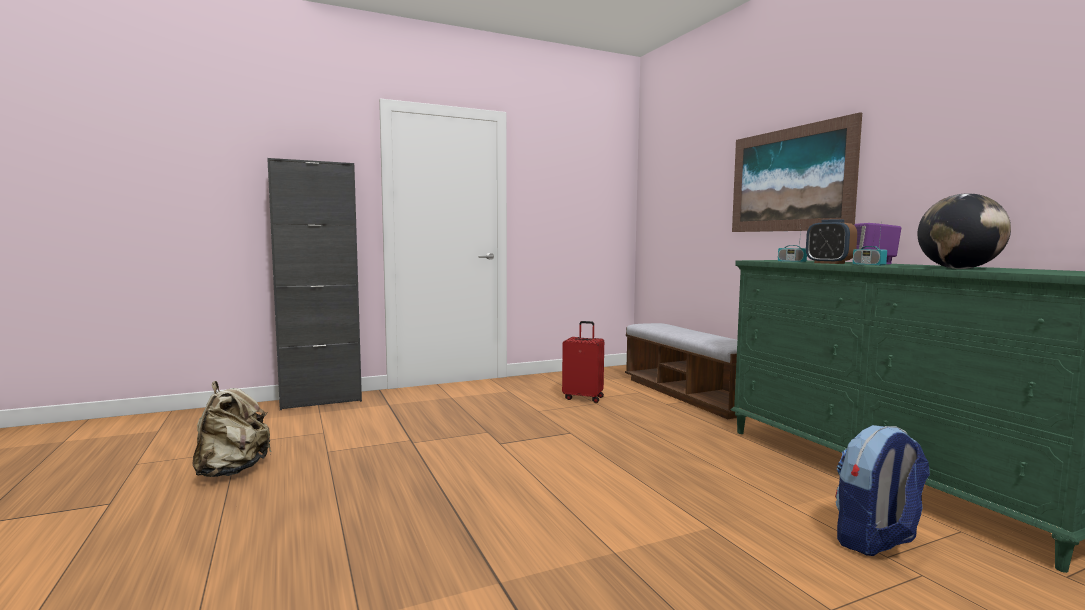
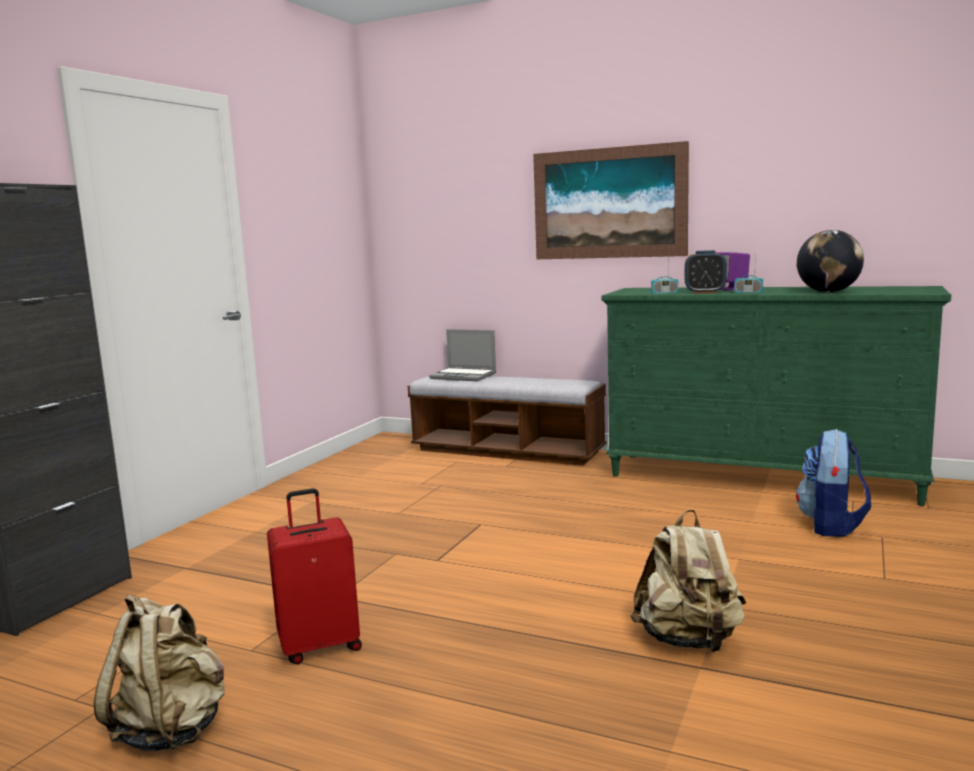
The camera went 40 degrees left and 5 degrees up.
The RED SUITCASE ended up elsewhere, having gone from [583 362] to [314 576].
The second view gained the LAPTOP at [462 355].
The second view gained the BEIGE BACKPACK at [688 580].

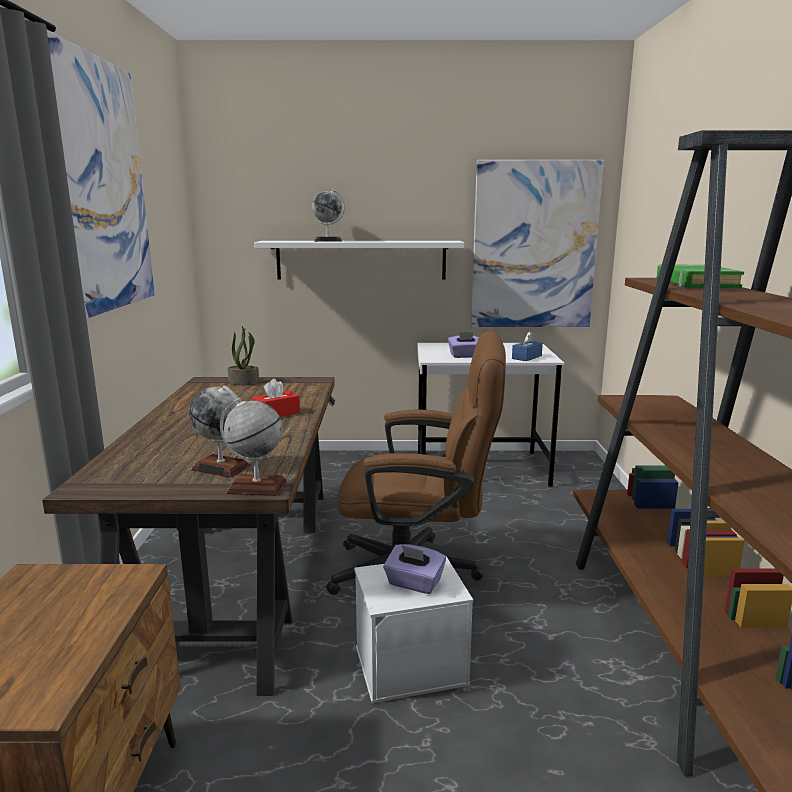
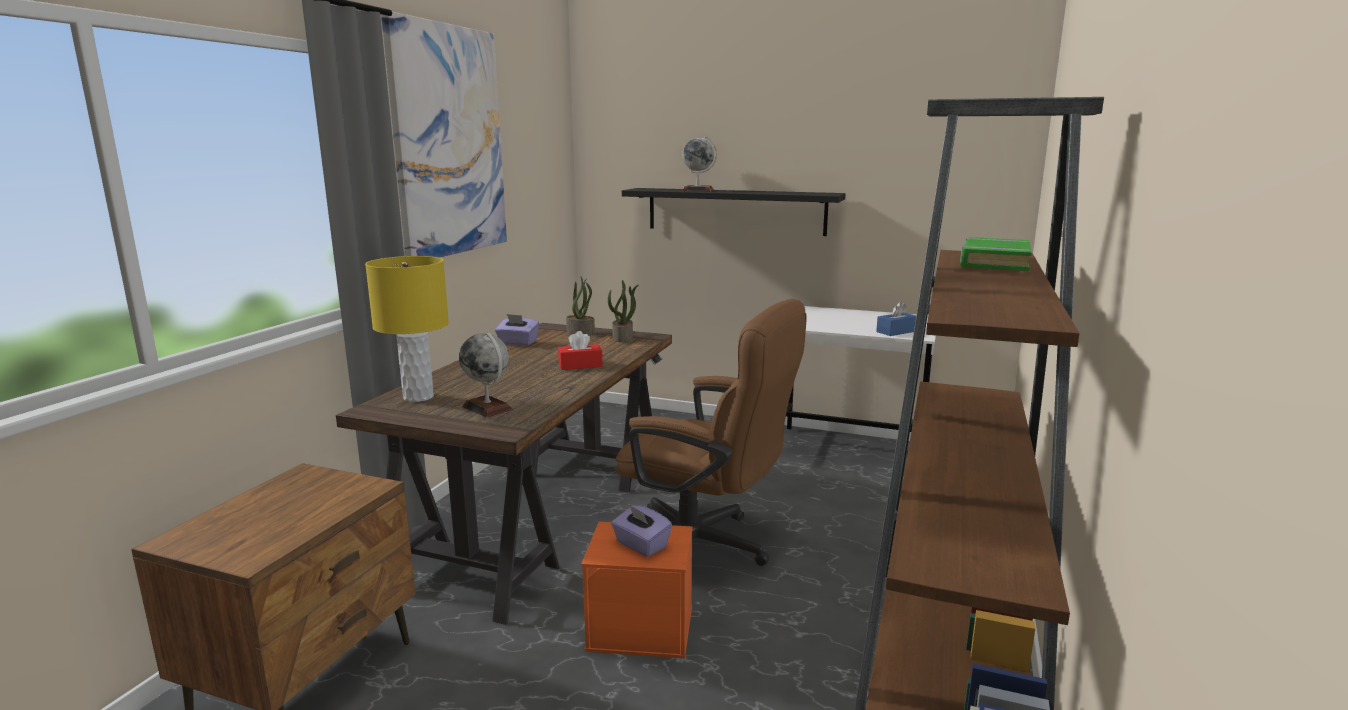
The camera went 20 degrees right and 0 degrees up.
The second view lost the PICTURE at [537 243].
What was the WHITE SHELF at [359 260] turned into the BLACK SHELF at [733 212].
The PURPLE TISSUE BOX ended up elsewhere, having gone from [463 345] to [517 330].
The second view lost the GLOBE at [253 447].
What was the WHITE STORAGE BOX at [413 629] turned into the ORANGE STORAGE BOX at [637 590].
The second view gained the YELLOW TABLE LAMP at [407 329].
The second view gained the POTTED PLANT at [623 311].

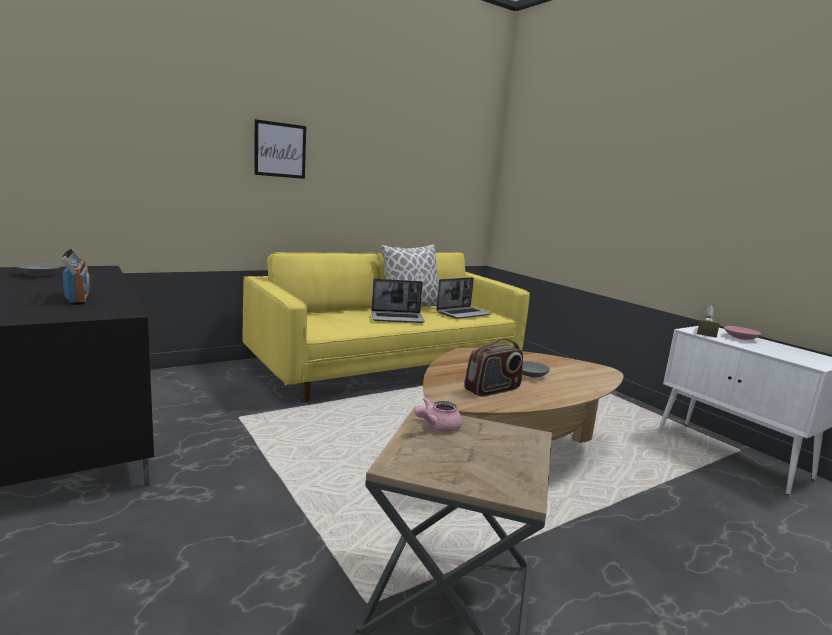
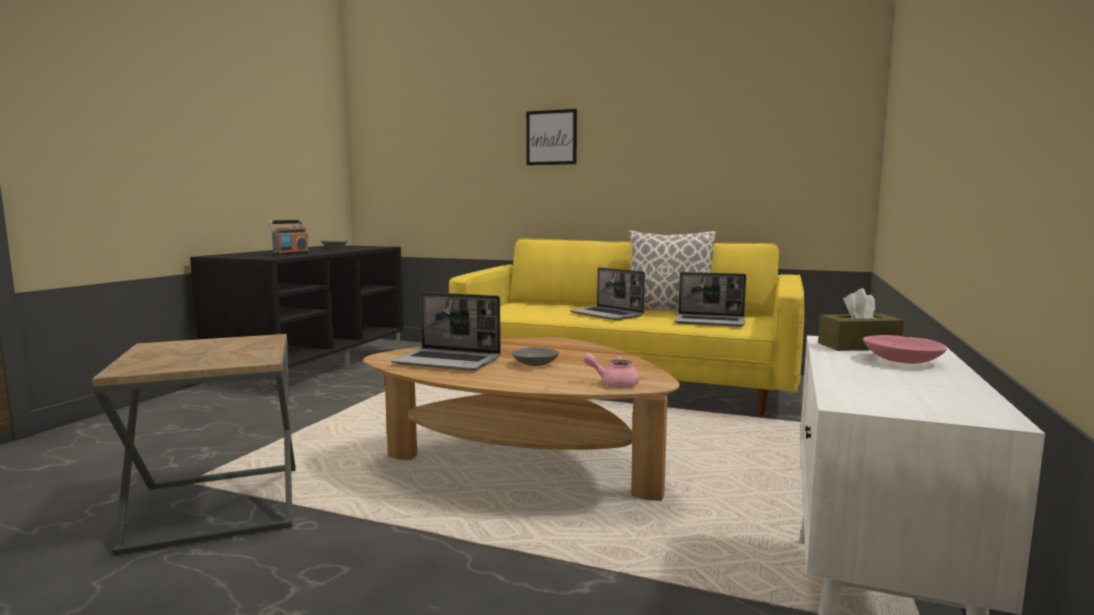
The camera went 55 degrees right and 5 degrees down.
Where the RADIO stood at [493 368], the LAPTOP came to stand at [446 331].
The PINK TEAPOT ended up elsewhere, having gone from [438 414] to [611 370].

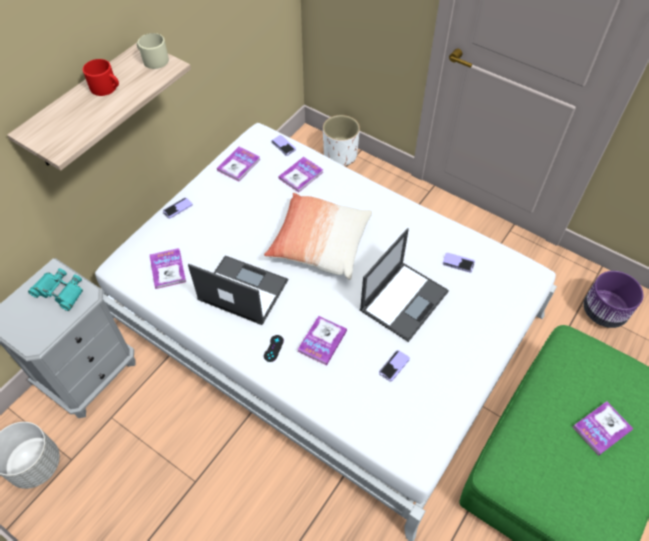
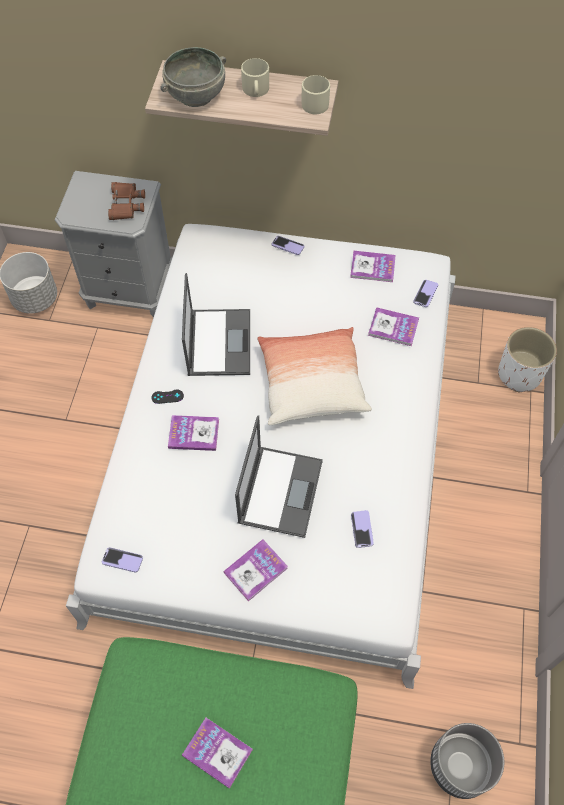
The camera went 65 degrees right and 5 degrees up.
What was the RED MUG at [101 77] turned into the BEIGE MUG at [255 77].
The LAPTOP at [404 285] ended up facing another way, 90 degrees counterclockwise from before.
The BOOK ended up elsewhere, having gone from [168 268] to [256 570].
What was the TURQUOISE BINOCULARS at [55 289] turned into the BROWN BINOCULARS at [126 201].
What was the PURPLE PLANTER at [613 299] turned into the GREY PLANTER at [467 761].
The PHONE ended up elsewhere, having gone from [394 365] to [122 559].
The second view gained the GREY BOWL at [193 77].

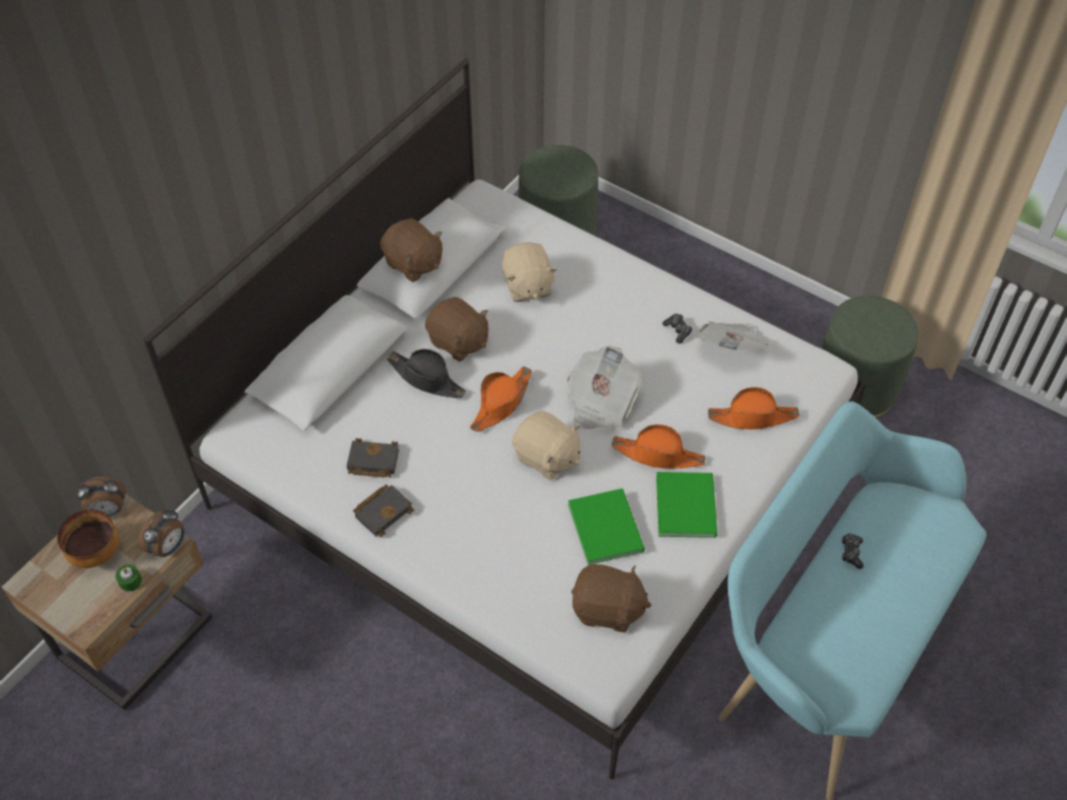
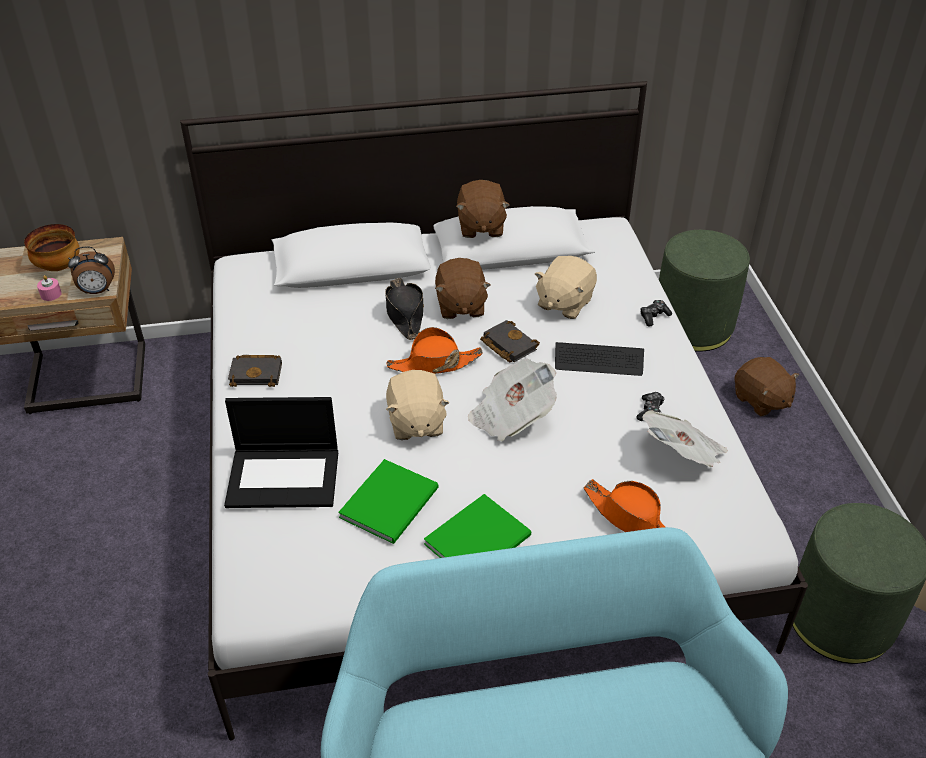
The camera went 45 degrees right and 10 degrees down.
The second view lost the ORANGE HAT at [659 446].
The BLACK BOOK ended up elsewhere, having gone from [373 457] to [510 341].
The second view lost the ALARM CLOCK at [101 496].
The GAME CONTROLLER ended up elsewhere, having gone from [853 551] to [656 313].
The BROWN PLUSH TOY ended up elsewhere, having gone from [611 598] to [766 386].
What was the GREEN CANDLE at [129 578] turned into the PINK CANDLE at [49 288].
The second view gained the KEYBOARD at [599 359].
The second view gained the LAPTOP at [281 452].

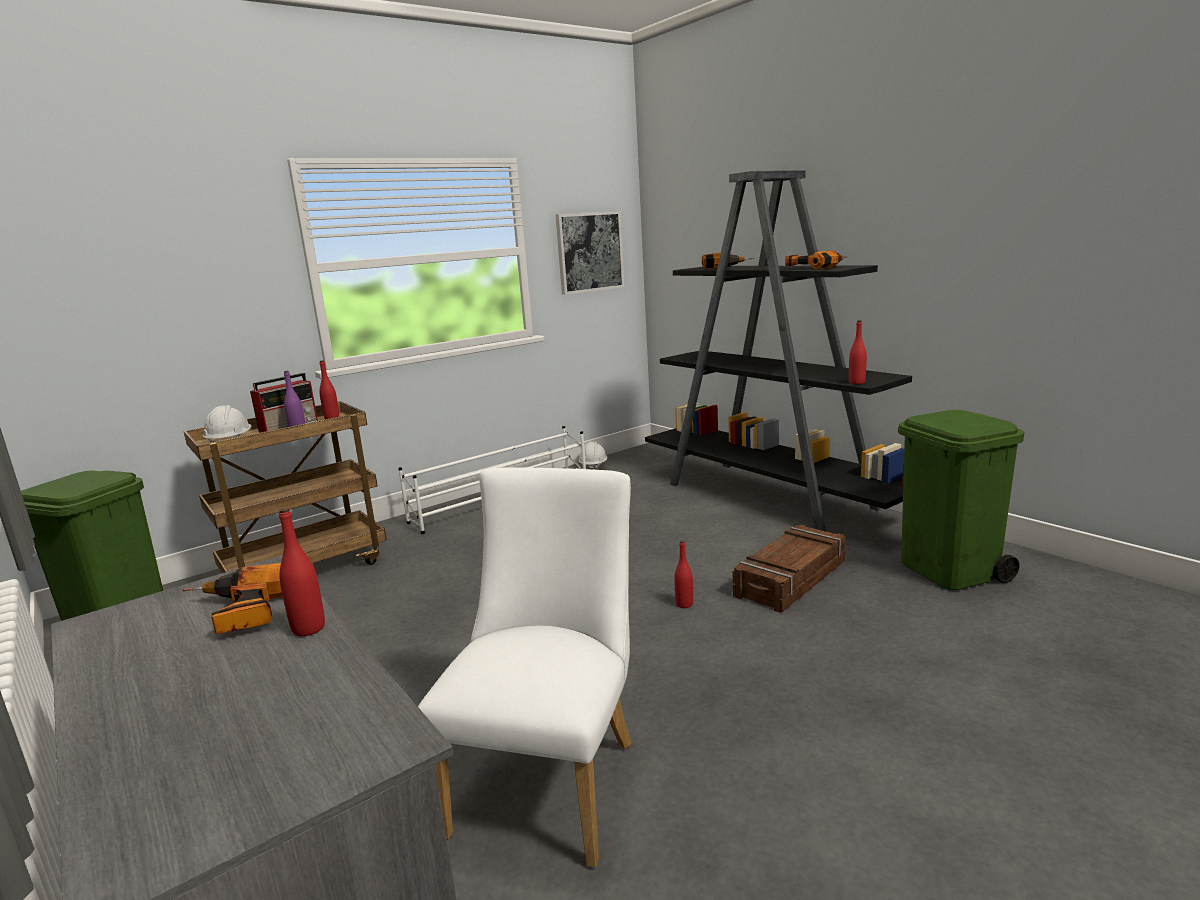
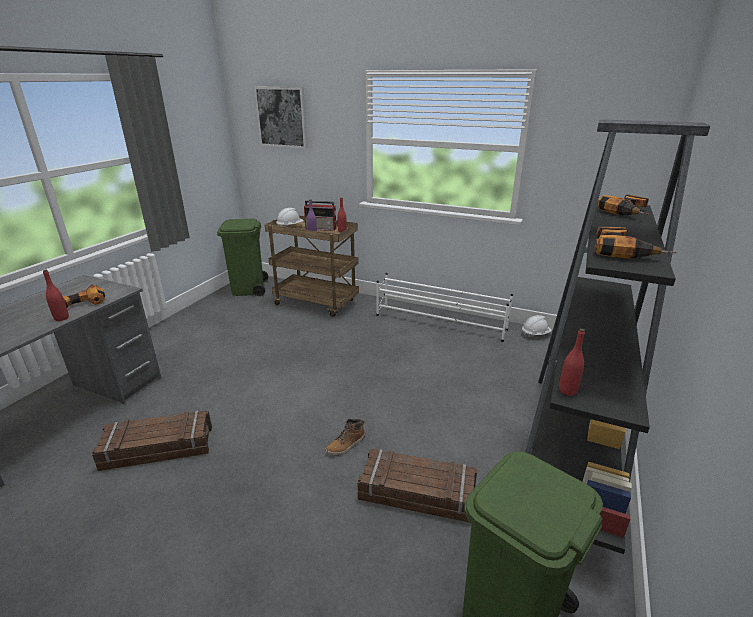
The camera went 60 degrees right and 10 degrees up.
The PICTURE ended up elsewhere, having gone from [590 253] to [281 117].
Where the WHITE CHAIR stood at [524 668], the CRATE came to stand at [152 440].
Where the RED BOTTLE stood at [683 574], the BOOT came to stand at [345 437].

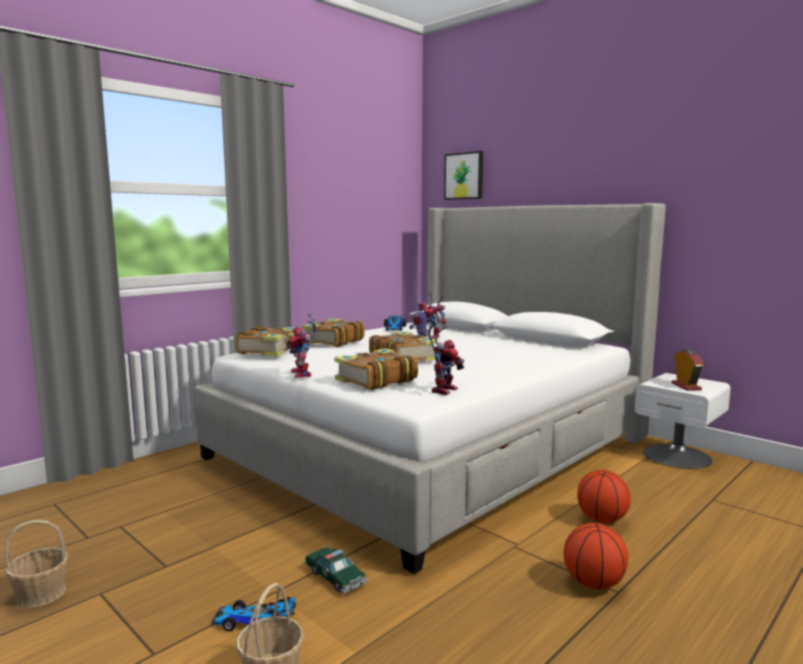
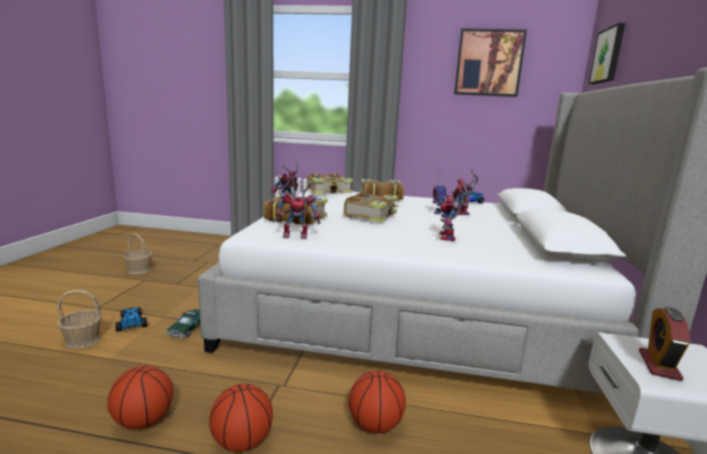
The camera went 55 degrees right and 5 degrees up.
The ALARM CLOCK at [687 370] ended up facing another way, 150 degrees clockwise from before.
The second view gained the PICTURE at [490 62].
The second view gained the TOY ROBOT at [453 212].
The second view gained the BASKETBALL at [140 397].

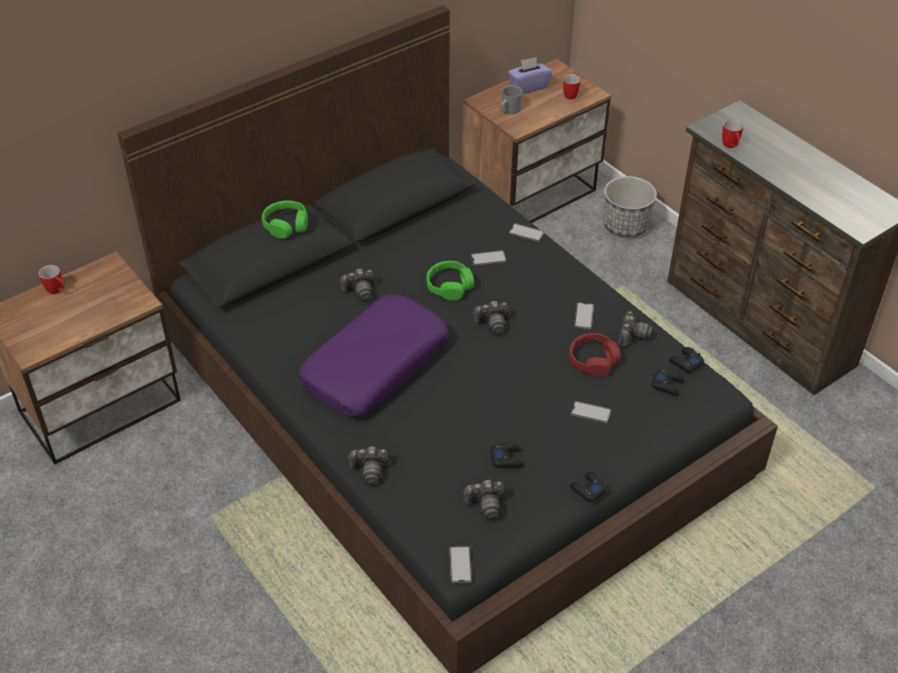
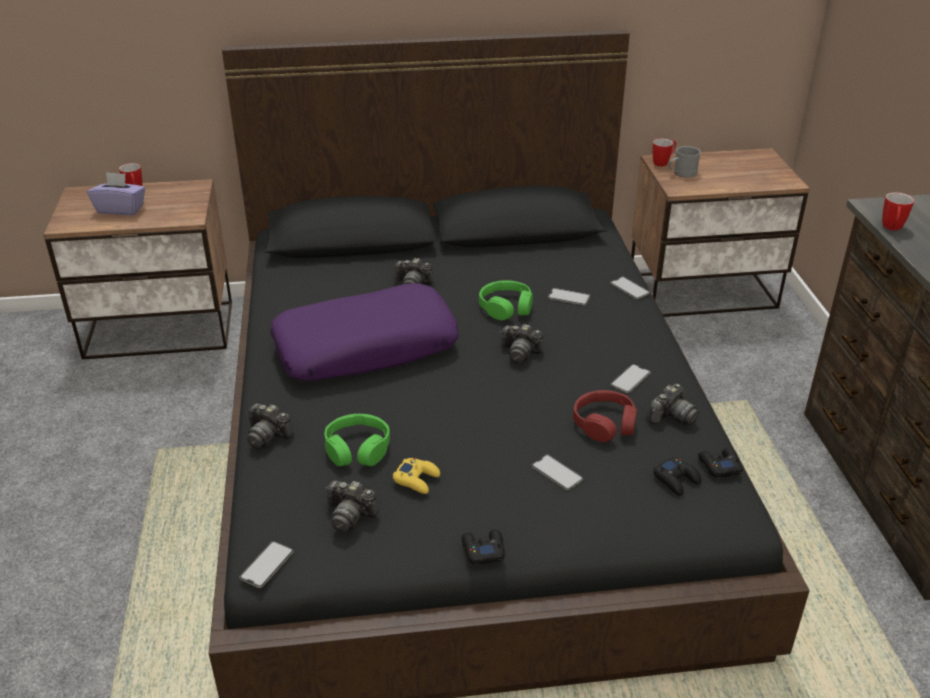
The camera went 30 degrees right and 10 degrees down.
The PURPLE TISSUE BOX ended up elsewhere, having gone from [530 75] to [116 193].
The MUG ended up elsewhere, having gone from [572 86] to [664 152].
The second view lost the PLANTER at [630 206].
The GREEN HEADPHONES ended up elsewhere, having gone from [285 219] to [357 440].
What was the BLACK GAME CONTROLLER at [506 455] turned into the YELLOW GAME CONTROLLER at [416 476].

